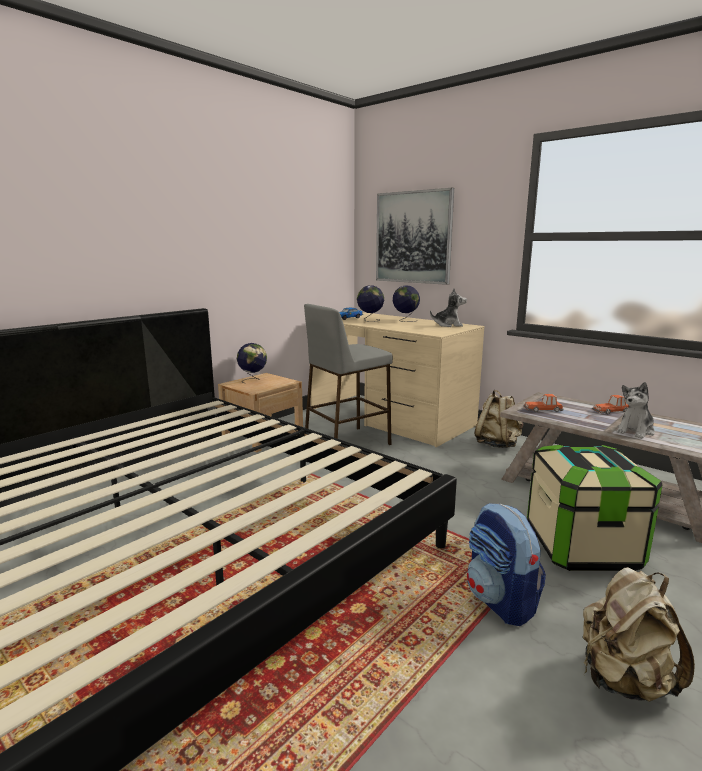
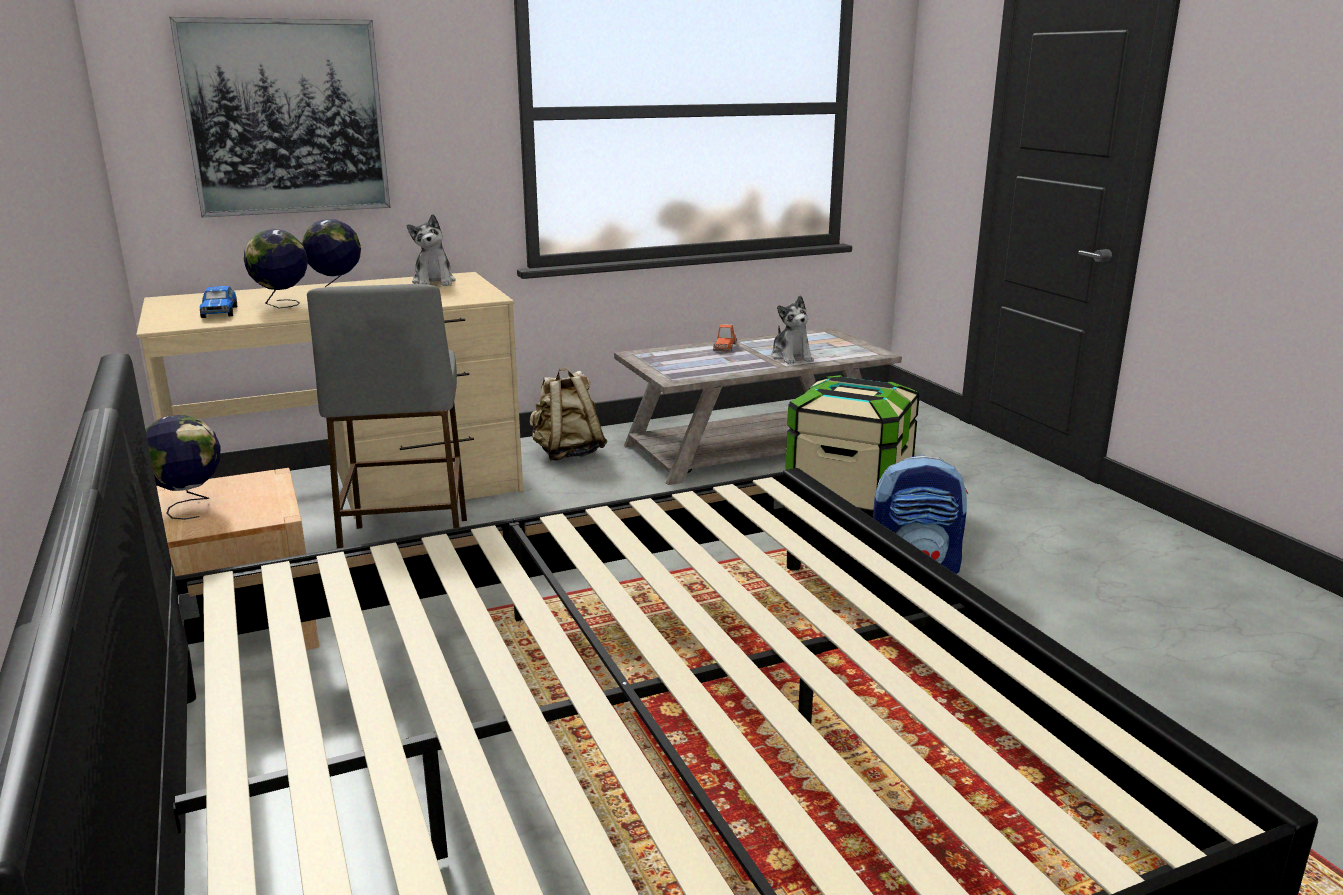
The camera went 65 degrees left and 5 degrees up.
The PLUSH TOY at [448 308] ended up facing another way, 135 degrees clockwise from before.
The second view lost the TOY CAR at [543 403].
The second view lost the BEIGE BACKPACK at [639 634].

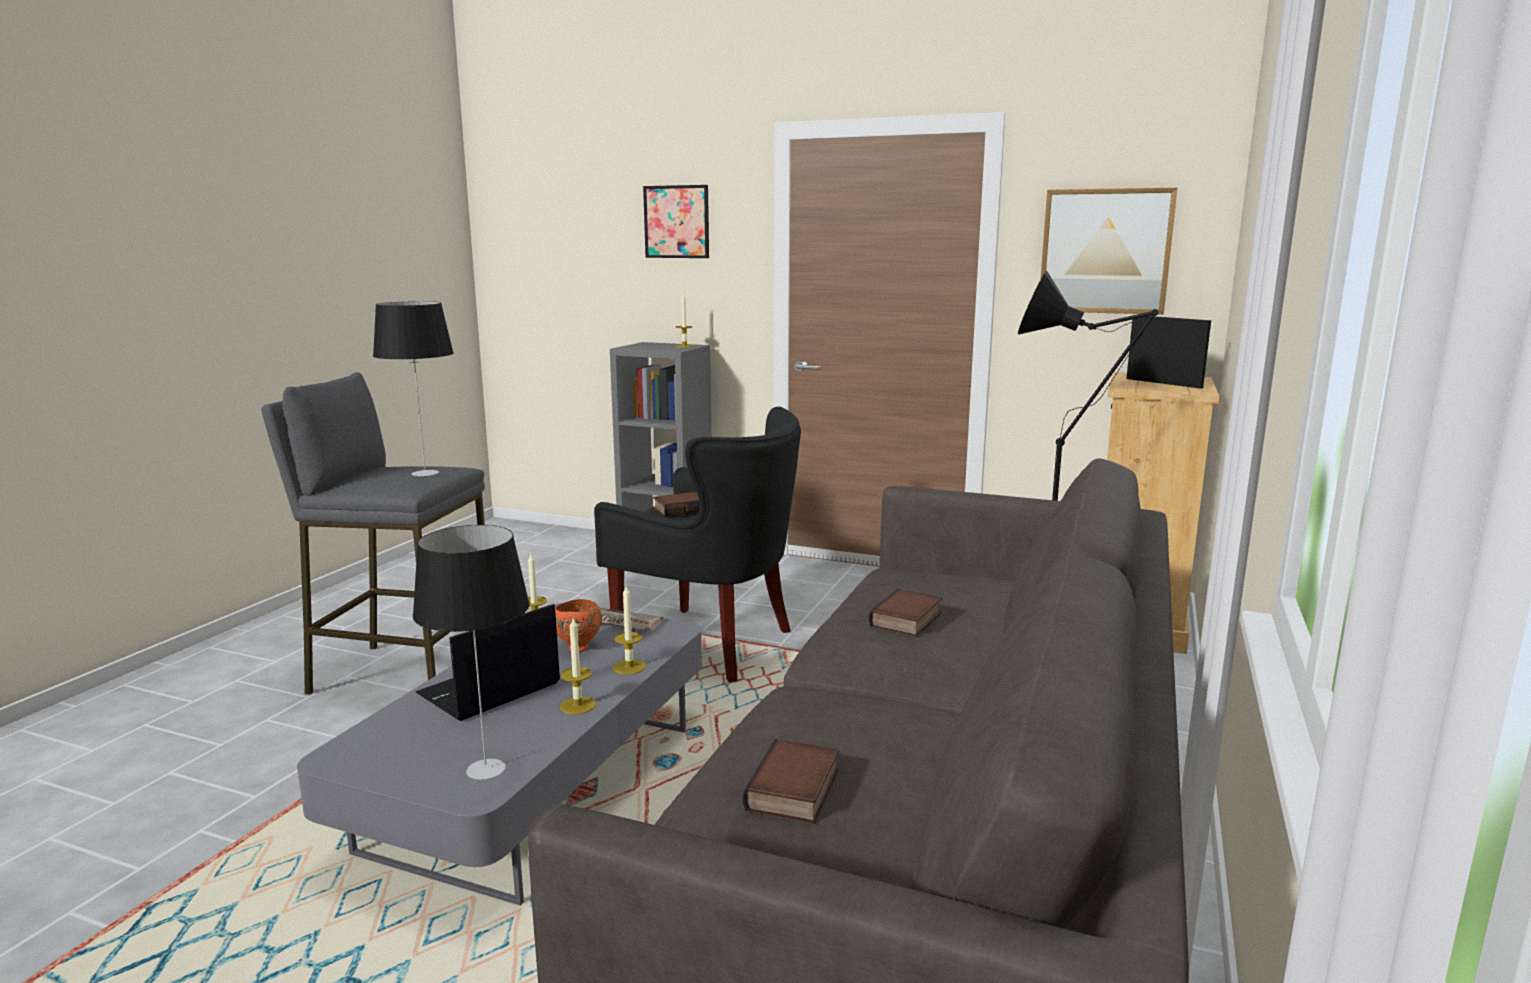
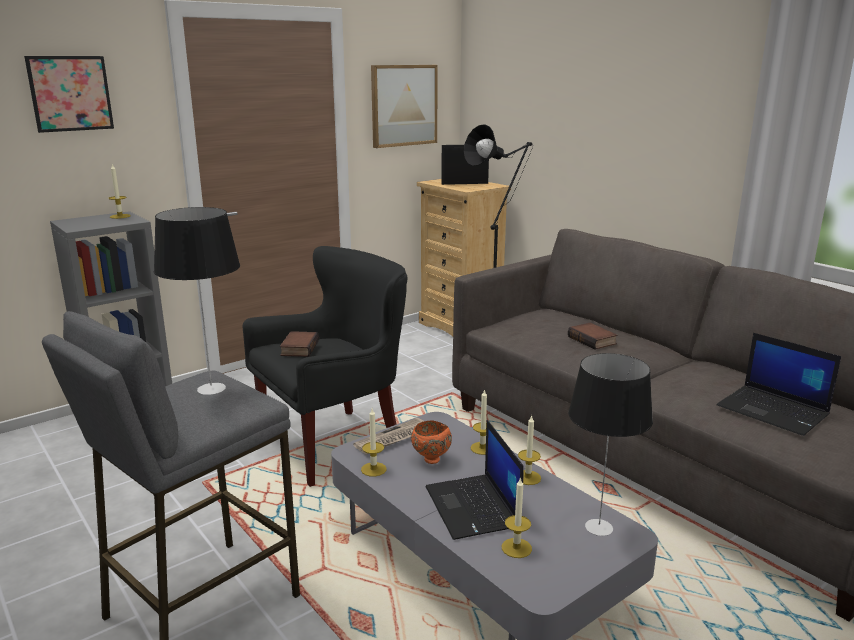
The camera went 60 degrees left and 5 degrees up.
Where the BOOK stood at [791 781], the LAPTOP came to stand at [779 384].
The second view gained the CANDLE at [517 517].

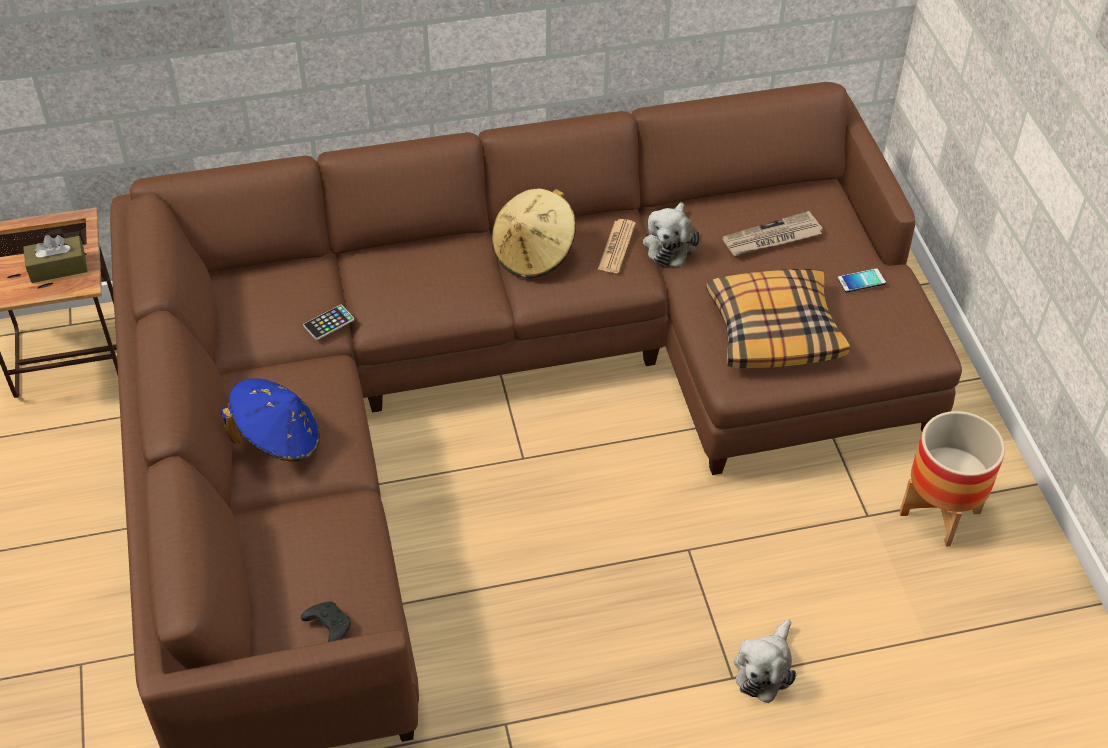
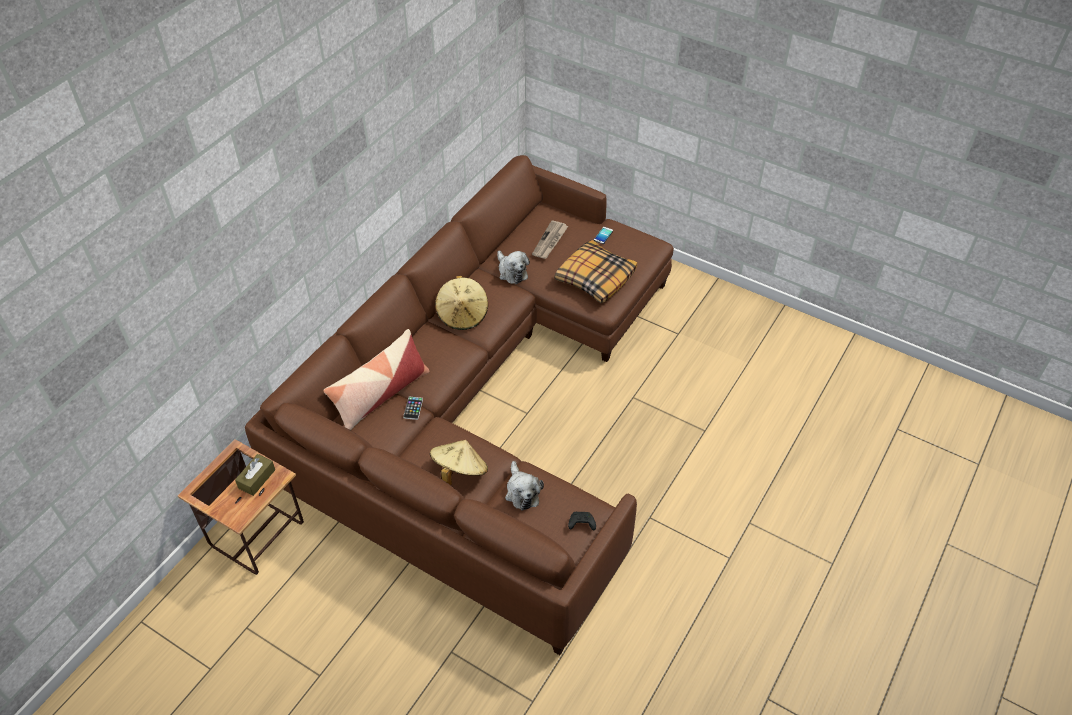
The camera went 45 degrees left and 0 degrees up.
The second view lost the NEWSPAPER at [616 246].
What was the BLUE HAT at [270 419] turned into the BEIGE HAT at [459 462].
The second view lost the PLANTER at [952 478].
The PLUSH TOY ended up elsewhere, having gone from [765 661] to [524 485].
The second view gained the PILLOW at [376 379].

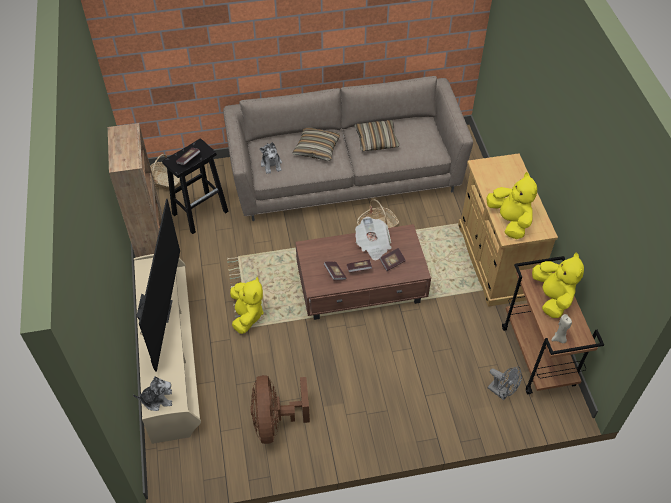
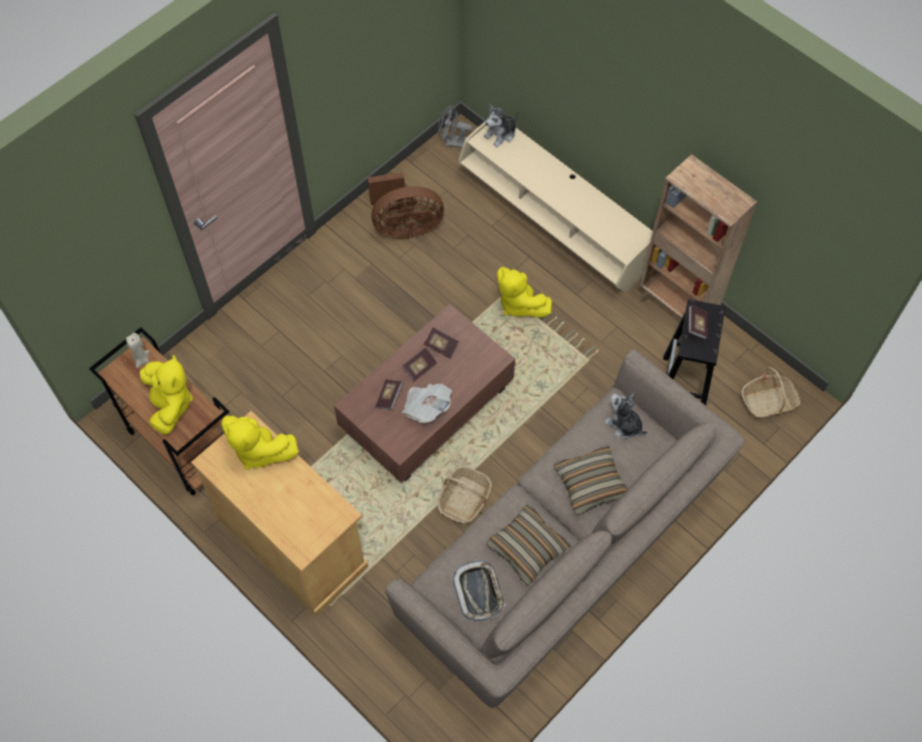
The camera went 145 degrees right and 10 degrees up.
The second view lost the TELEVISION at [158 285].
The YELLOW PLUSH TOY at [558 285] ended up facing another way, 150 degrees counterclockwise from before.
The GREY FAN ended up elsewhere, having gone from [505 383] to [455 126].
The BROWN FAN at [280 409] ended up facing another way, 120 degrees clockwise from before.
The second view gained the TRAY at [479 590].

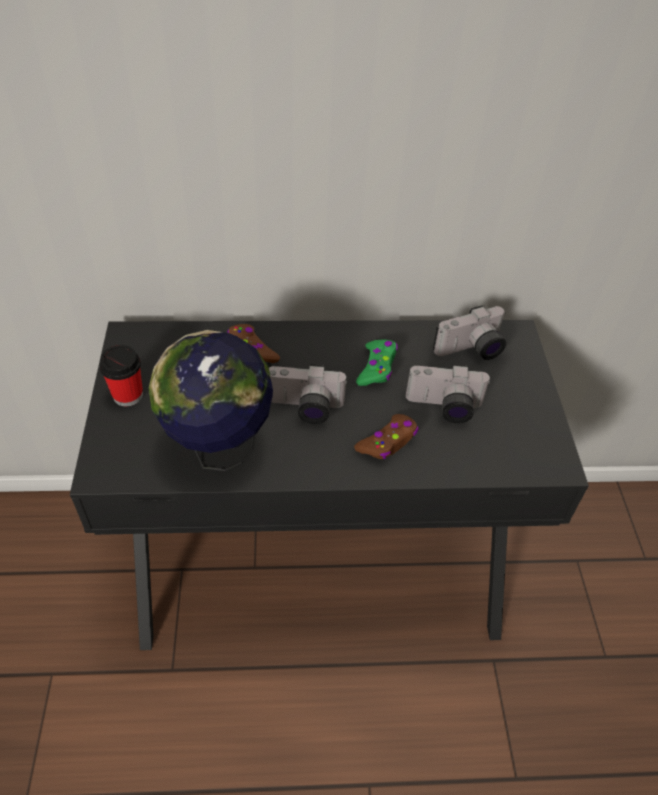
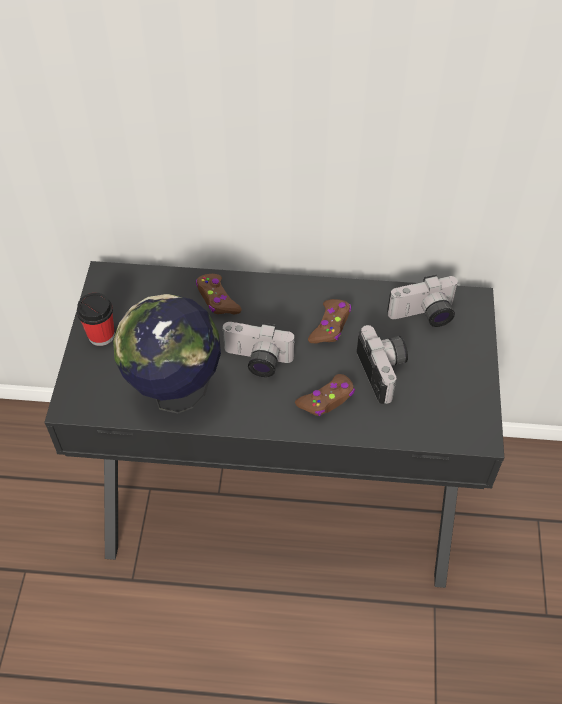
The camera went 10 degrees right and 5 degrees up.
What was the GREEN GAME CONTROLLER at [377 363] turned into the BROWN GAME CONTROLLER at [329 321].
The PHOTO CAMERA at [448 393] ended up facing another way, 120 degrees counterclockwise from before.

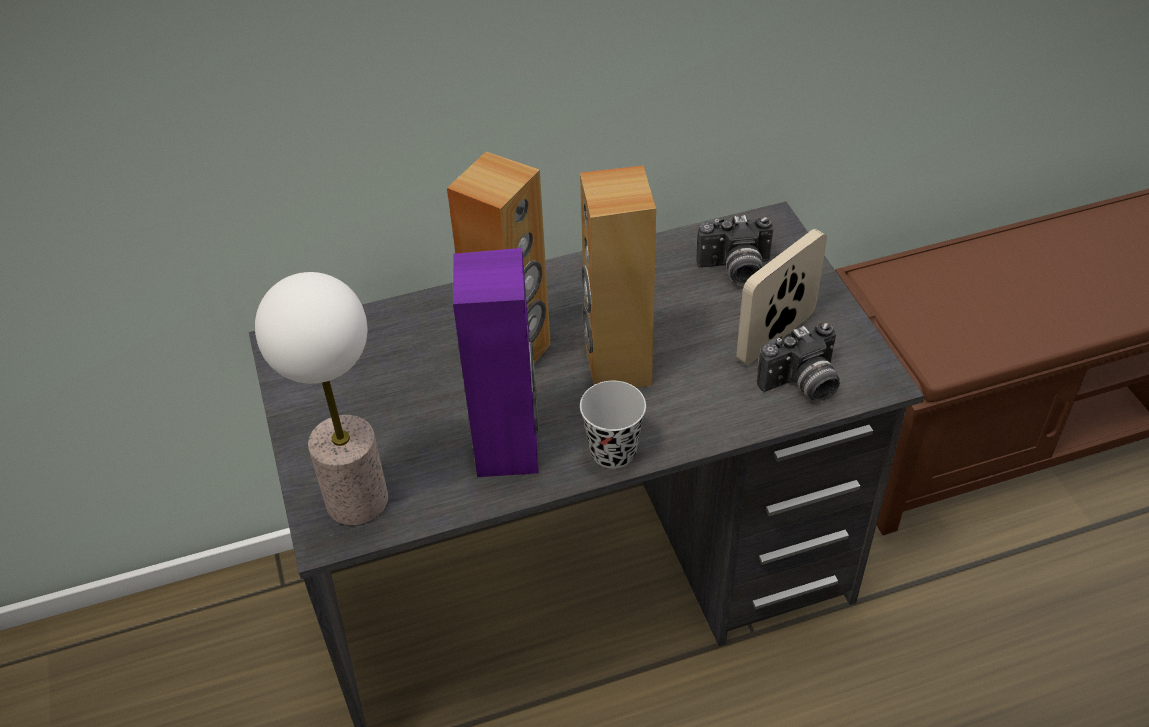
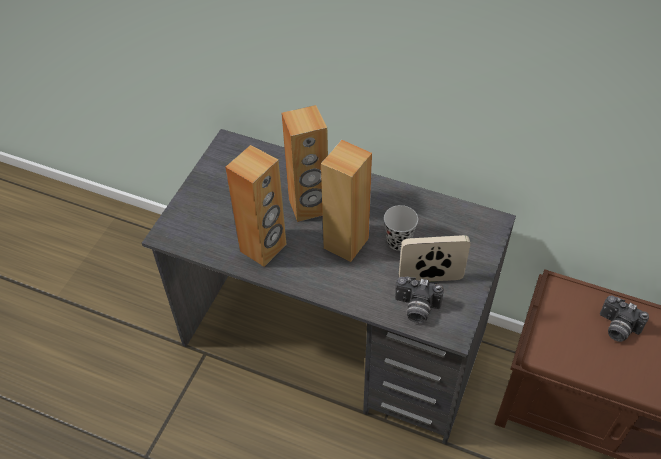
The camera went 40 degrees right and 5 degrees up.
The PHOTO CAMERA ended up elsewhere, having gone from [735 250] to [624 319].
What was the PURPLE SPEAKER at [496 362] turned into the BROWN SPEAKER at [256 206].
The second view lost the TABLE LAMP at [321 399].
The BLACK CUP ended up elsewhere, having gone from [613 425] to [401 228].

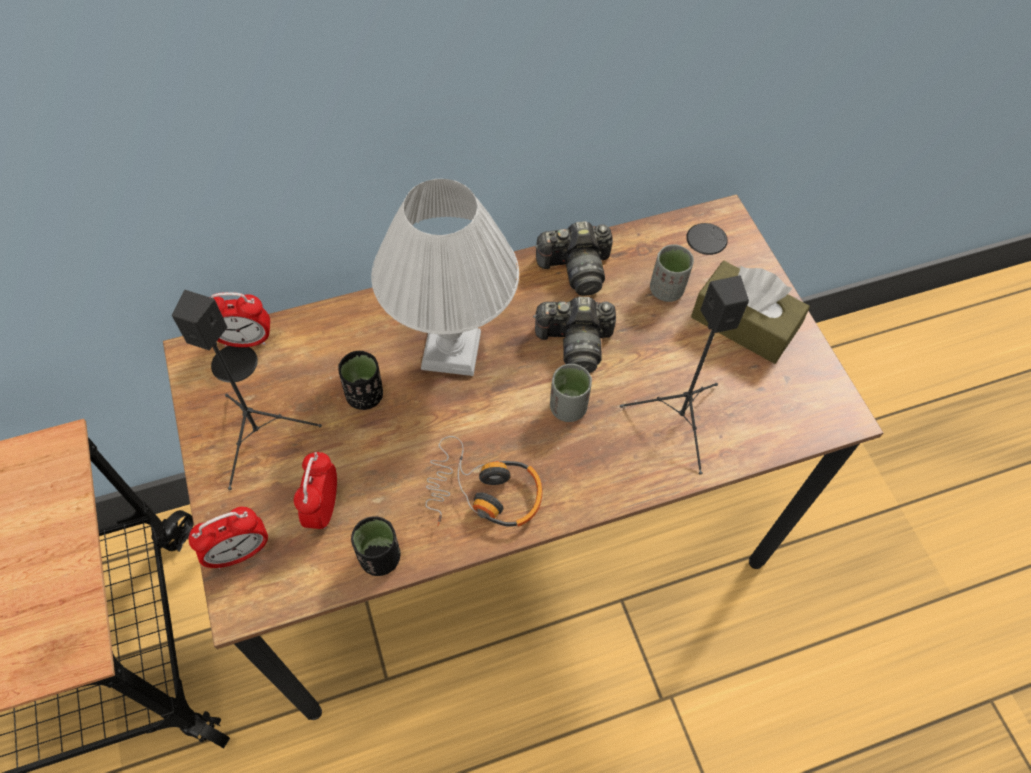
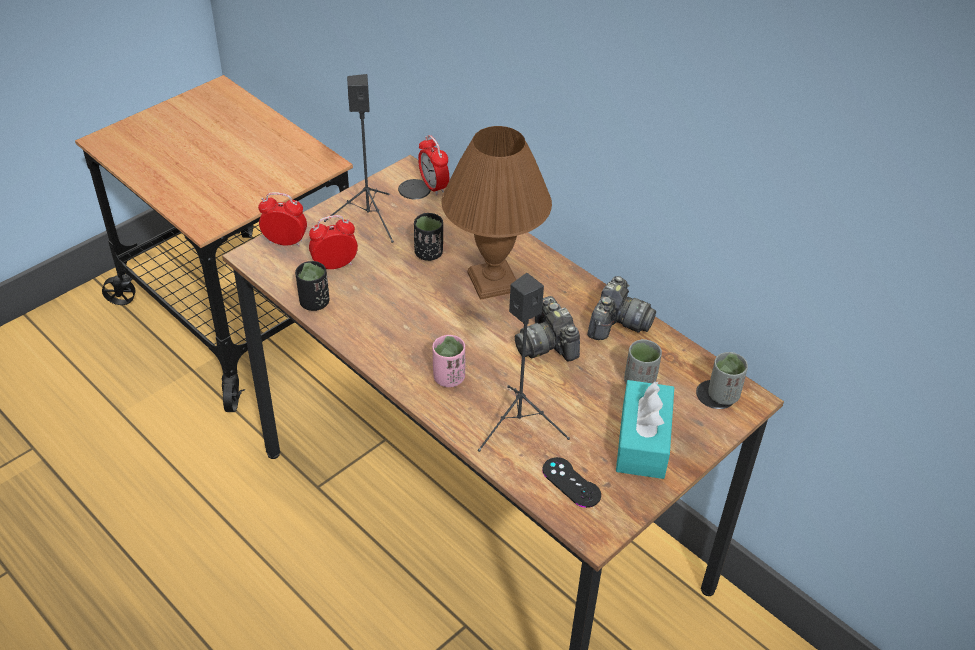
The camera went 65 degrees right and 15 degrees down.
What was the WHITE TABLE LAMP at [445 277] turned into the BROWN TABLE LAMP at [496 213].
The PHOTO CAMERA at [574 258] ended up facing another way, 120 degrees counterclockwise from before.
What was the BROWN TISSUE BOX at [750 312] turned into the TURQUOISE TISSUE BOX at [645 429].
The GREY CUP ended up elsewhere, having gone from [571 393] to [728 378].
The second view lost the HEADPHONES at [484 481].
The ALARM CLOCK at [228 538] ended up facing another way, 150 degrees clockwise from before.
The second view gained the PINK CUP at [448 361].
The second view gained the BLACK GAME CONTROLLER at [571 482].

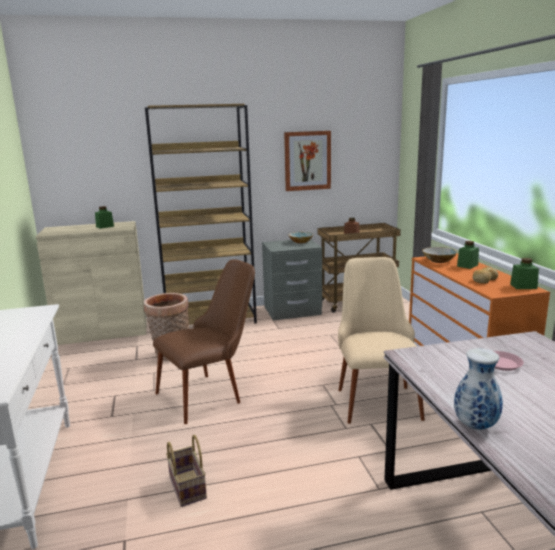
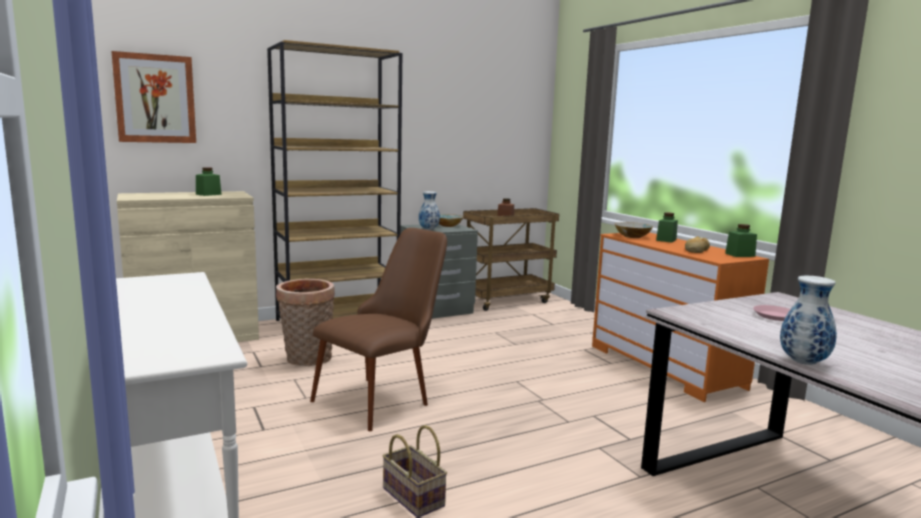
The camera went 15 degrees left and 5 degrees down.
The PICTURE ended up elsewhere, having gone from [307 161] to [153 97].
The second view lost the BEIGE CHAIR at [381 340].
The second view gained the VASE at [429 210].

